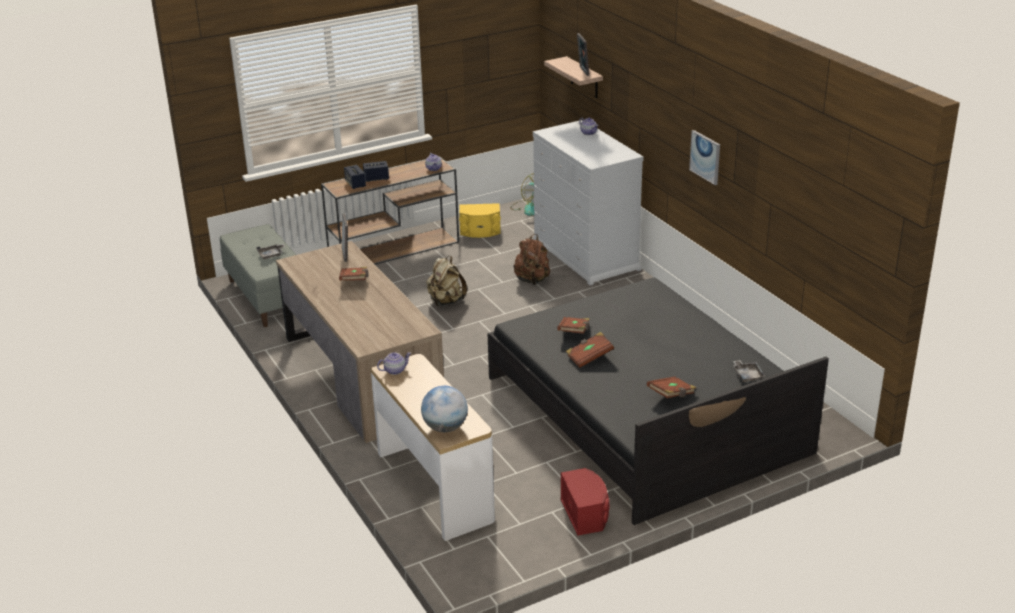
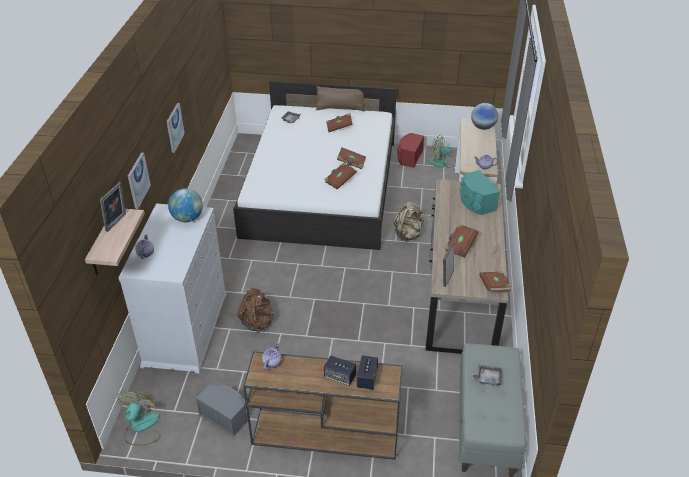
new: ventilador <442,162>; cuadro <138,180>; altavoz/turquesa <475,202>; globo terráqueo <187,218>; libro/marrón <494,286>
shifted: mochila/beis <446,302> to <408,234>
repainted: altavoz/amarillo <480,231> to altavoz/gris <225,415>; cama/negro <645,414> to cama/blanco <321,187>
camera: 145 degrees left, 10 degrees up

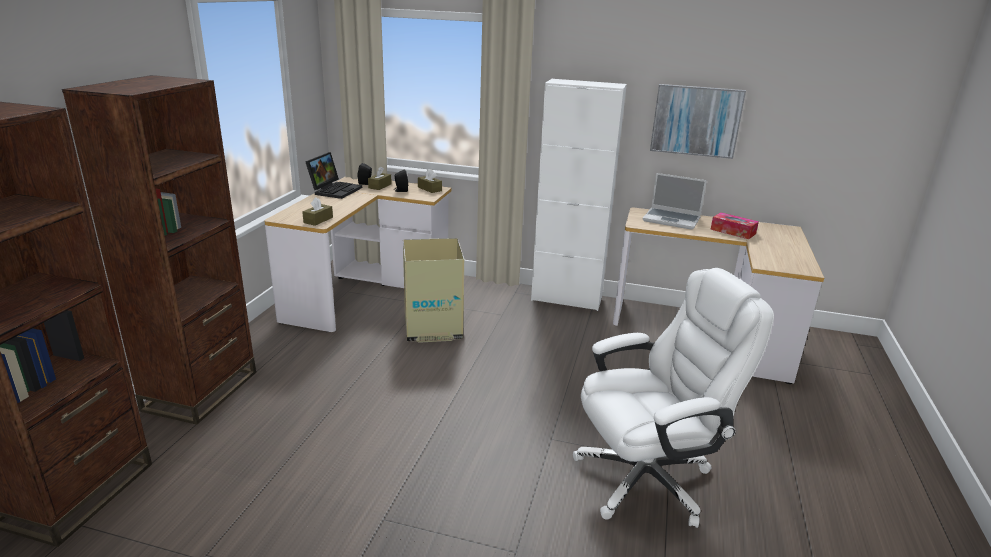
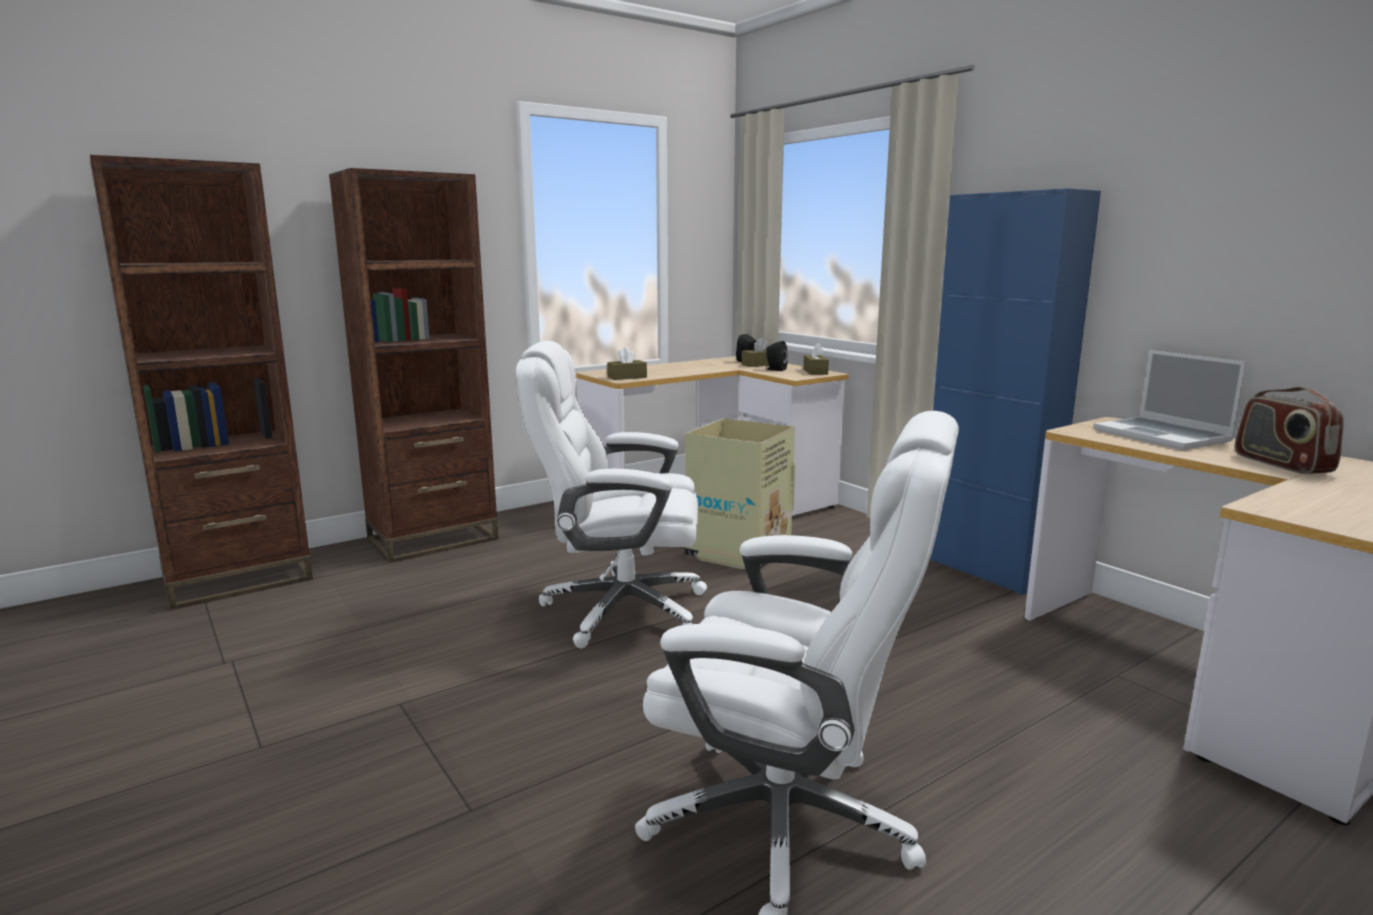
gone: cuadro <696,121>; portátil <335,190>
new: silla de oficina/blanco <620,609>
swapped: caja de pañuelos <733,231> to radio <1281,464>
repainted: armario/blanco <566,299> to armario/azul <984,569>
camera: 40 degrees right, 10 degrees down

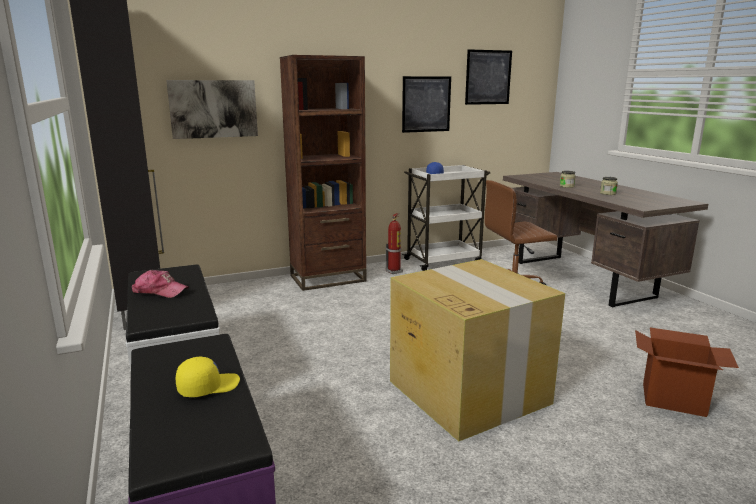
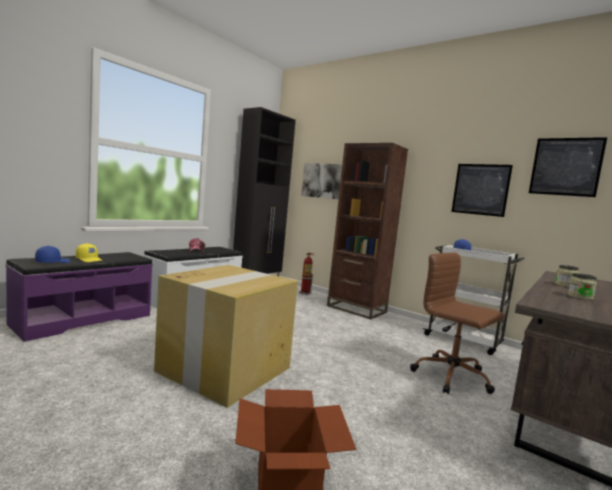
new: gorra/azul <52,262>
shifted: extintor <394,271> to <305,293>
camera: 60 degrees right, 10 degrees down

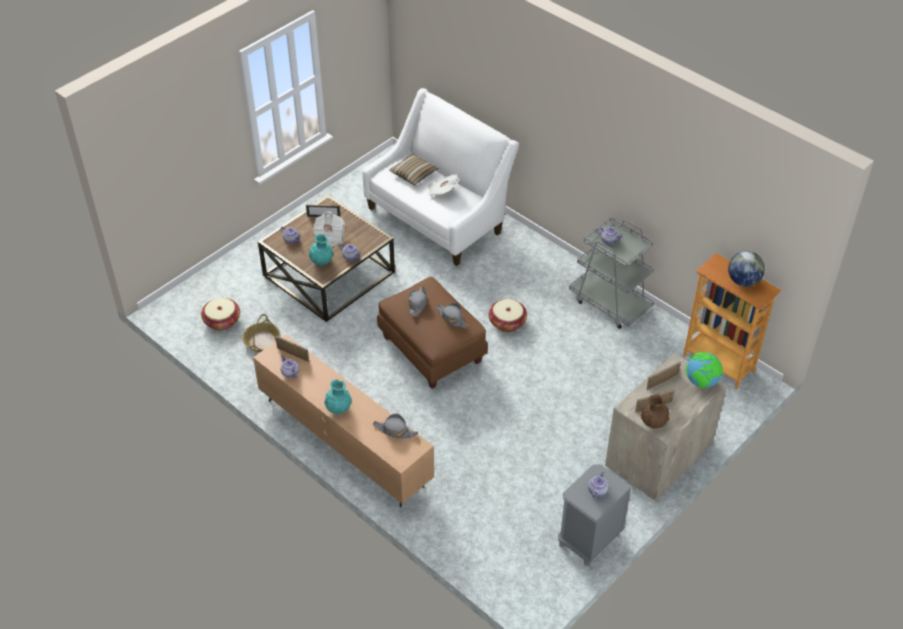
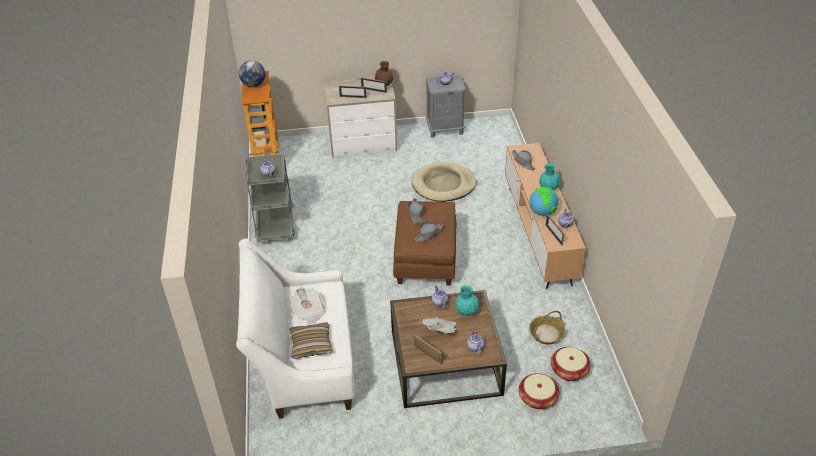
new: cama para perro/beis <443,184>
shifted: cesta <507,322> to <537,398>; globo terráqueo <701,382> to <542,212>
camera: 140 degrees left, 5 degrees down

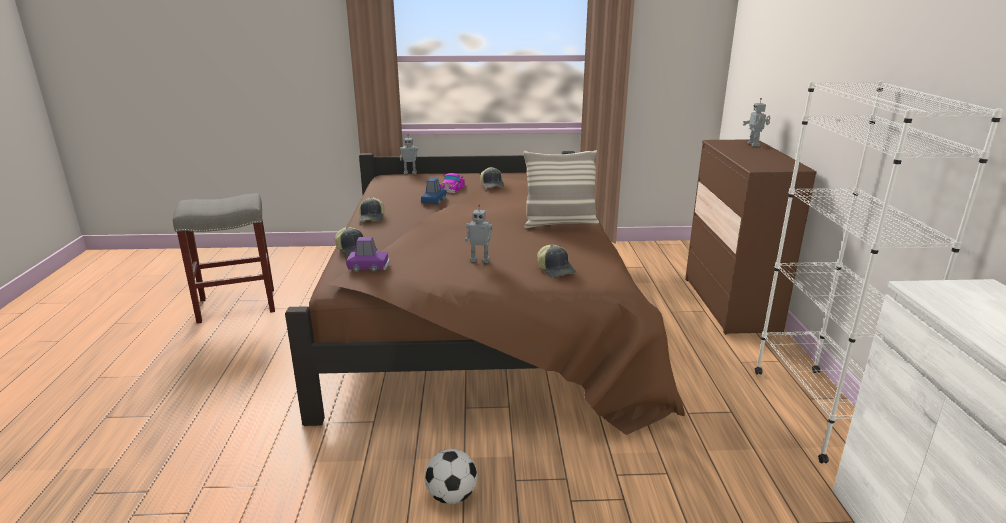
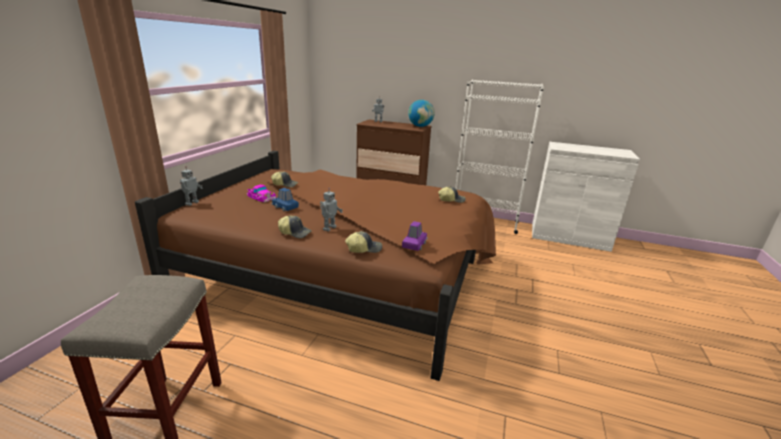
gone: cojín <559,223>; balón de fútbol <451,496>
new: globo terráqueo <420,126>
shifted: robot de juguete <480,260> to <329,228>
camera: 70 degrees left, 0 degrees up

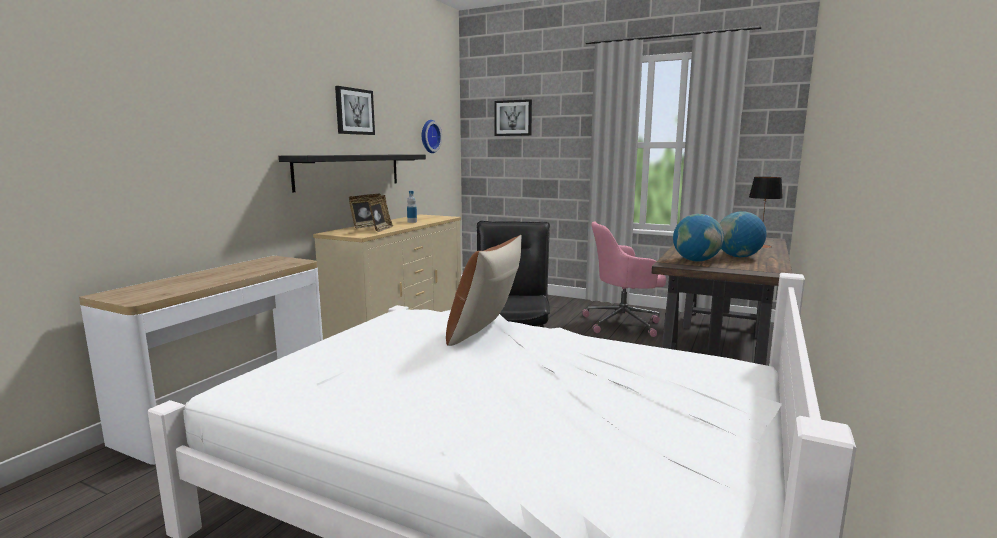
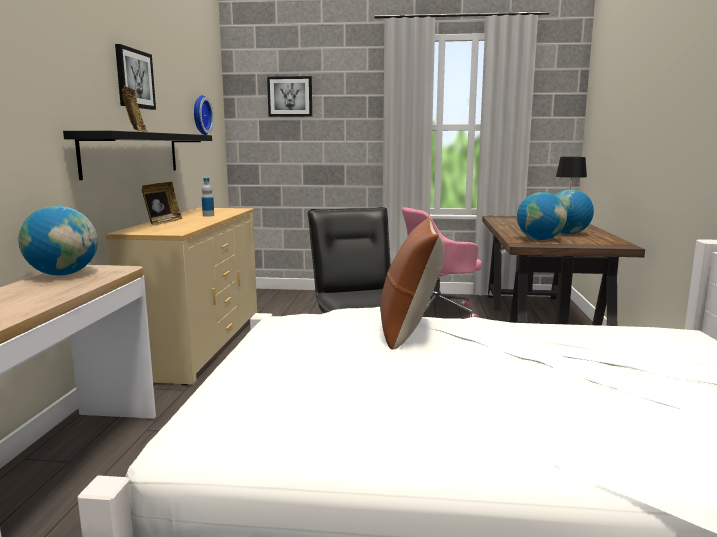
new: globo terráqueo <63,274>
shifted: portarretratos <381,229> to <136,132>
camera: 20 degrees left, 0 degrees up

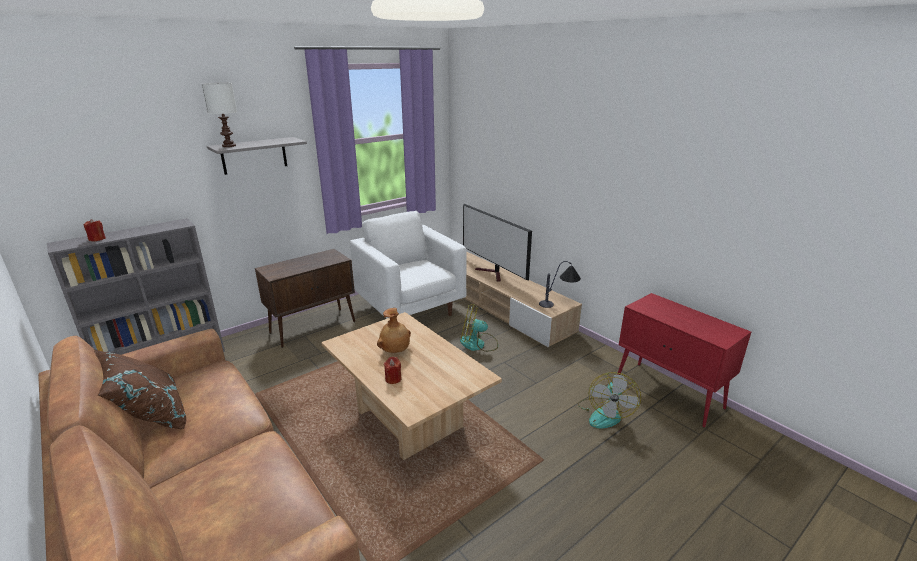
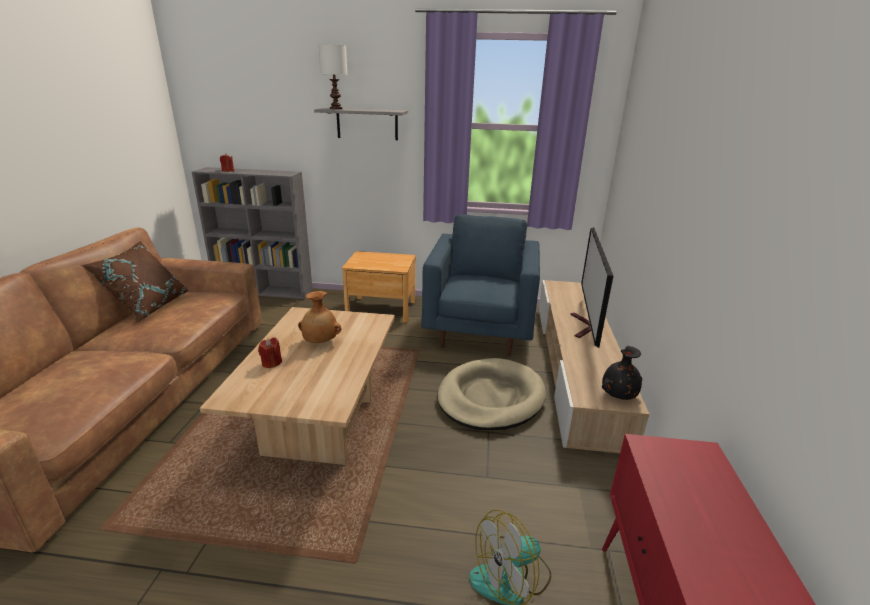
swapped: armario/marrón <314,327> to mesita de noche/marrón <381,309>; lámpara de mesa <559,302> to florero/negro <618,395>; ventilador <478,344> to cama para perro/beis <490,398>
repainted: sillón/blanco <411,309> to sillón/azul <479,331>
camera: 45 degrees right, 0 degrees up

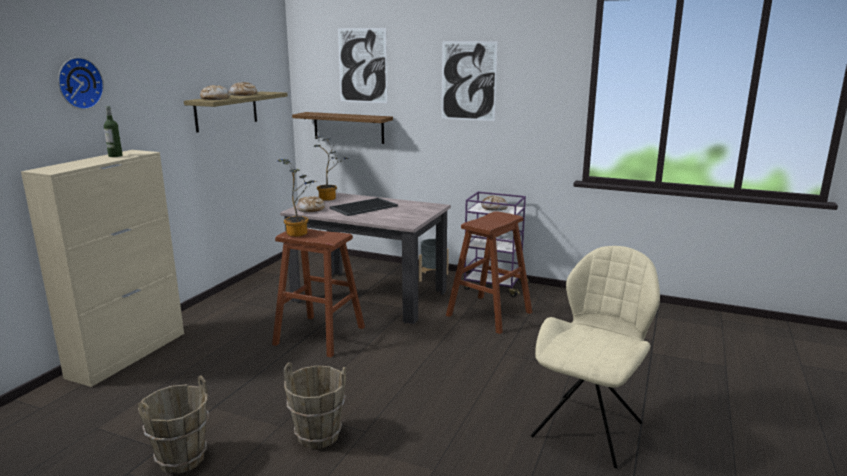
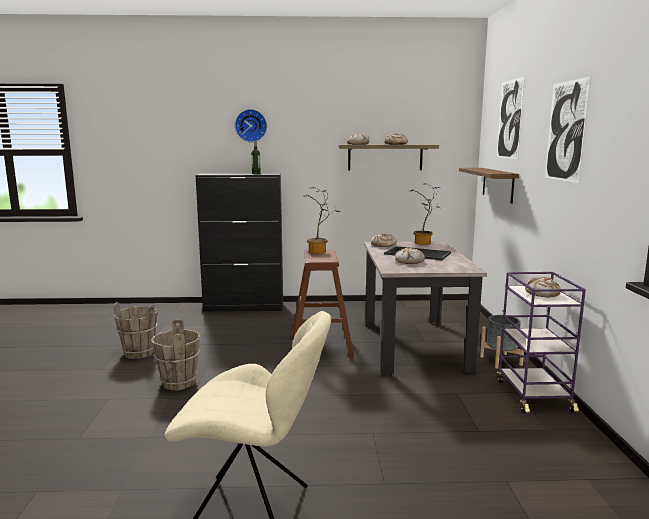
gone: taburete/marrón <489,314>
new: pan <409,261>
repainted: armario/beis <129,354> to armario/negro <244,307>
camera: 65 degrees right, 5 degrees down

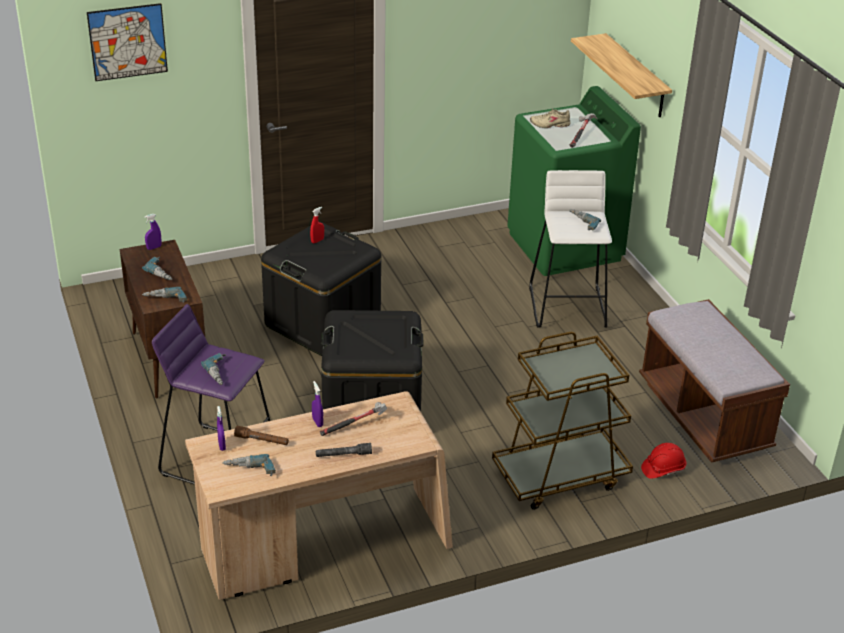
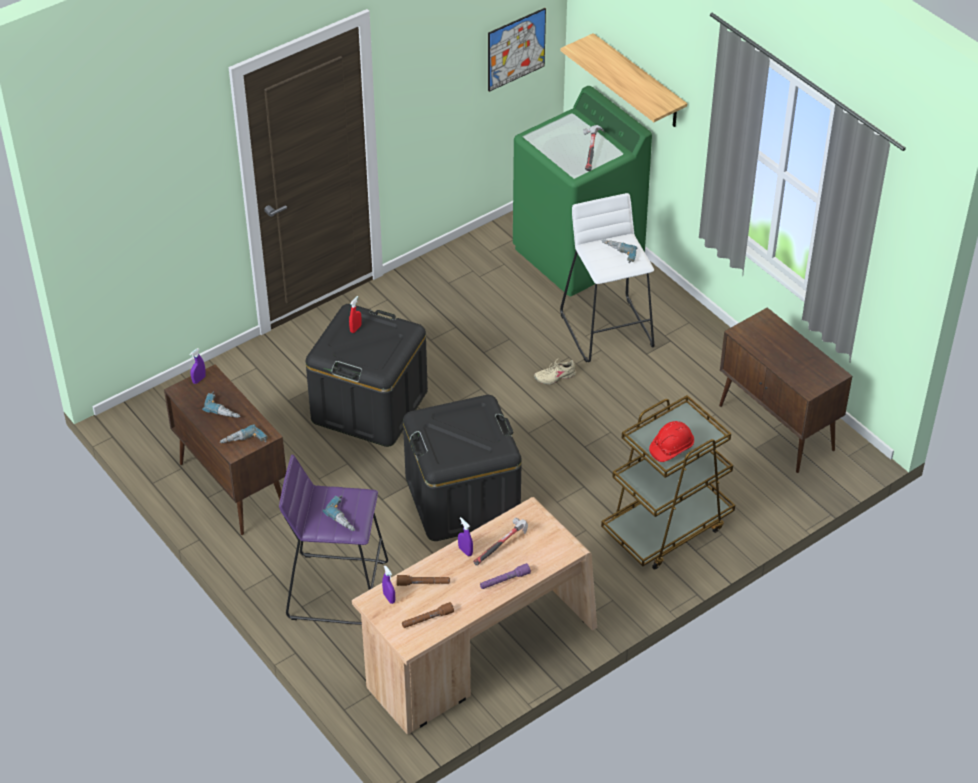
shifted: cuadro <127,42> to <516,49>; zapato/beis <550,124> to <555,377>; casco/rojo <663,469> to <671,448>
swapped: banco/marrón <703,415> to armario/marrón <777,428>; taladro <249,471> to linterna/marrón <427,619>
repainted: linterna/gris <343,455> to linterna/morado <504,580>
camera: 15 degrees left, 10 degrees up

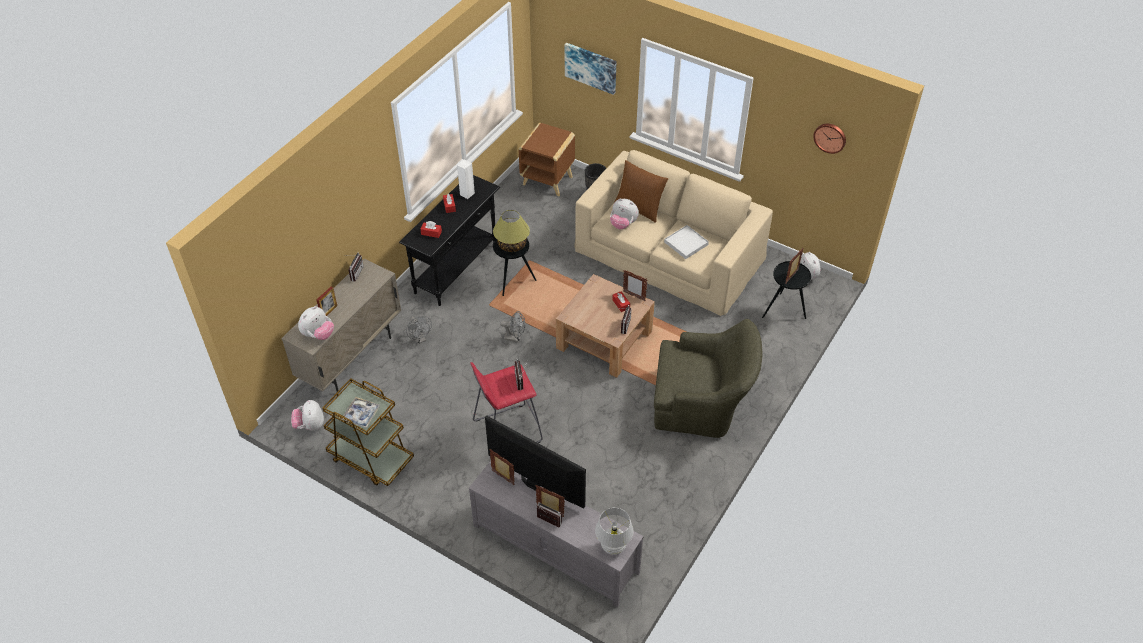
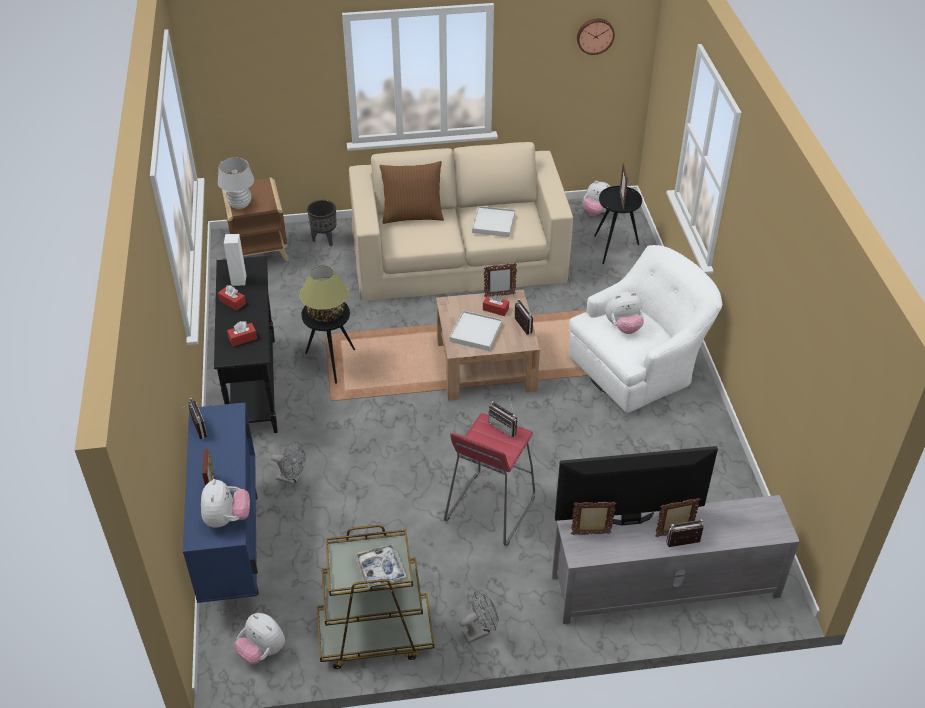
gone: cuadro <591,67>
new: bandeja/blanco <475,332>
shifted: peluche <623,224> to <623,327>; ventilador/gris <515,338> to <479,631>; lámpara de mesa/blanco <613,547> to <240,205>
repainted: armario/beis <352,358> to armario/azul <232,546>; sillón/verde <702,404> to sillón/blanco <639,366>
camera: 40 degrees left, 5 degrees down

